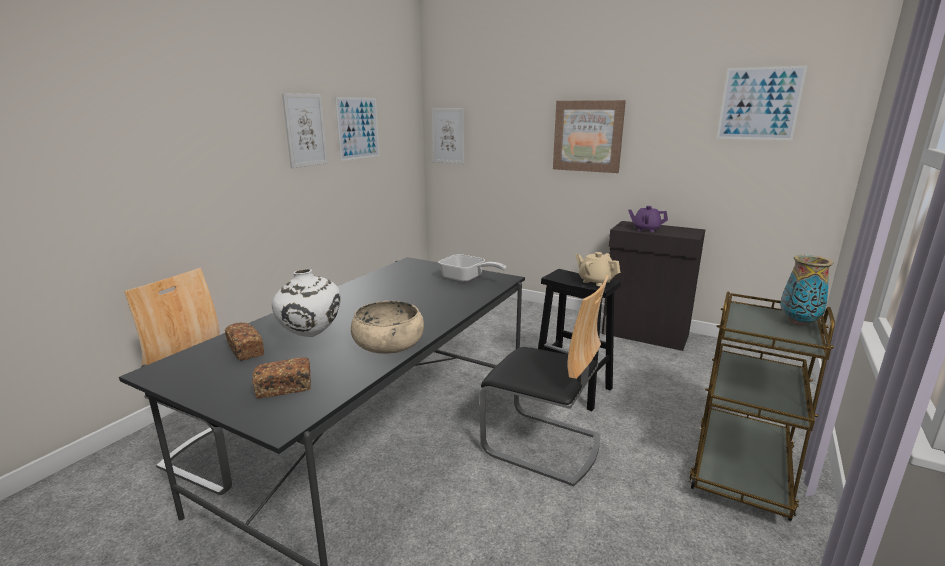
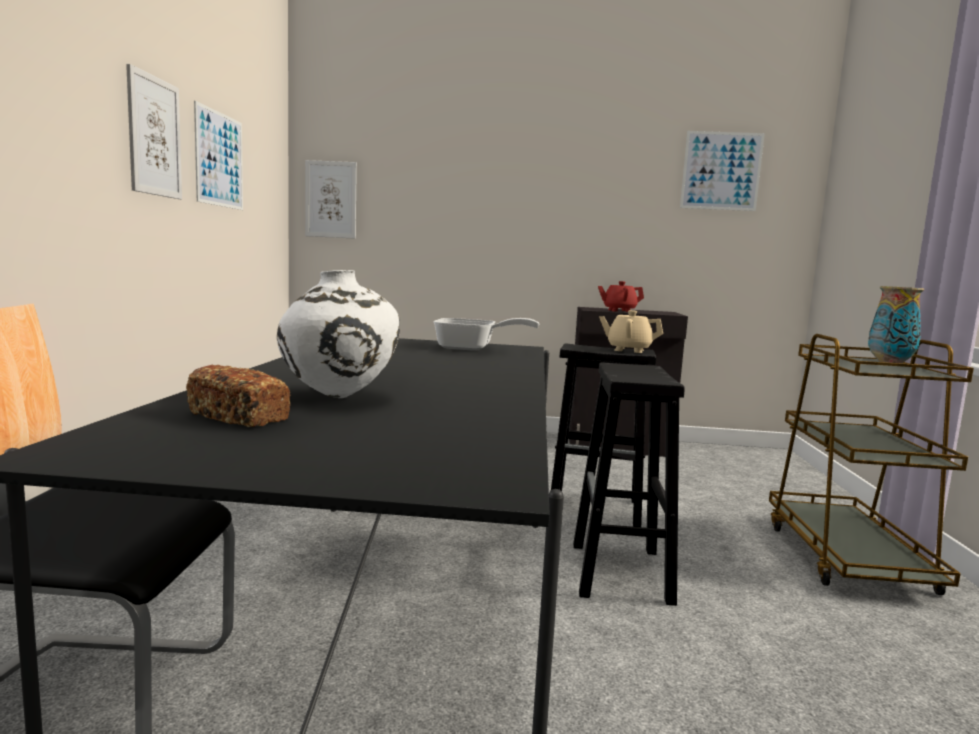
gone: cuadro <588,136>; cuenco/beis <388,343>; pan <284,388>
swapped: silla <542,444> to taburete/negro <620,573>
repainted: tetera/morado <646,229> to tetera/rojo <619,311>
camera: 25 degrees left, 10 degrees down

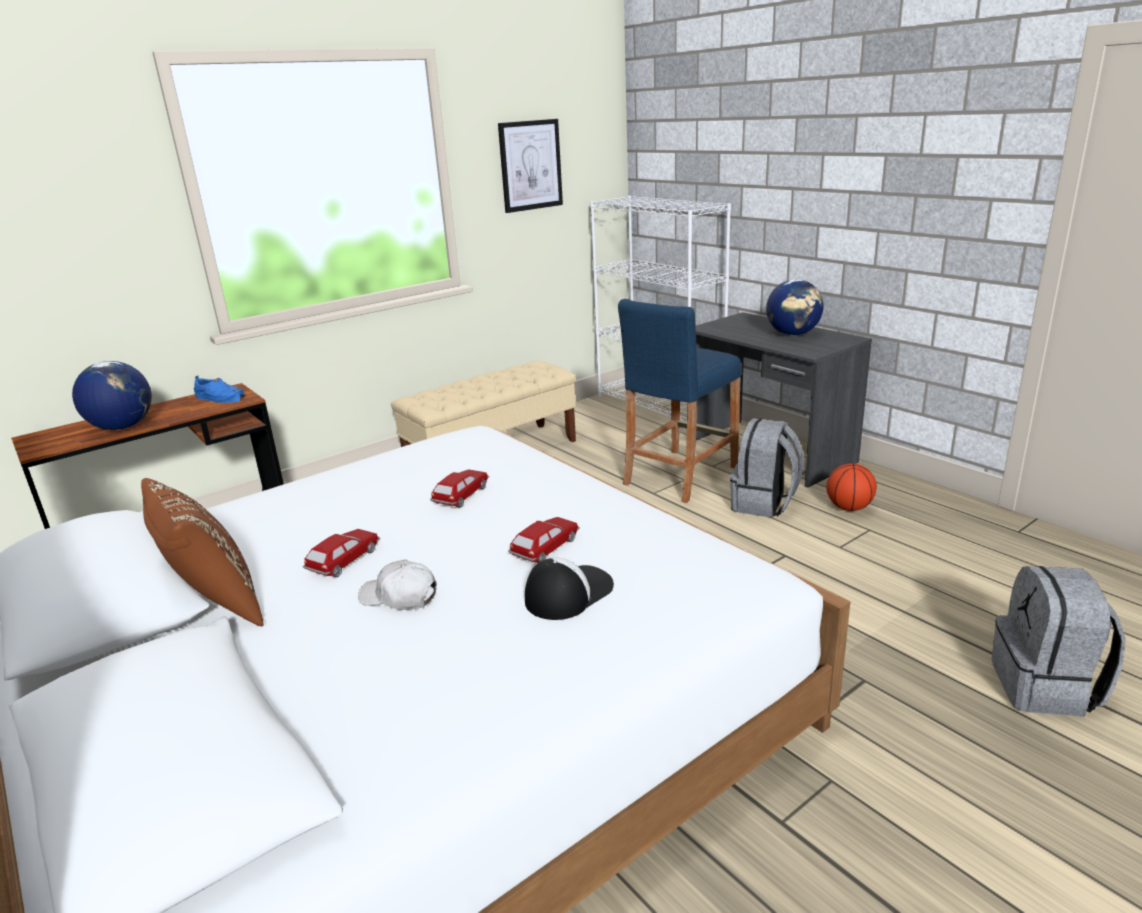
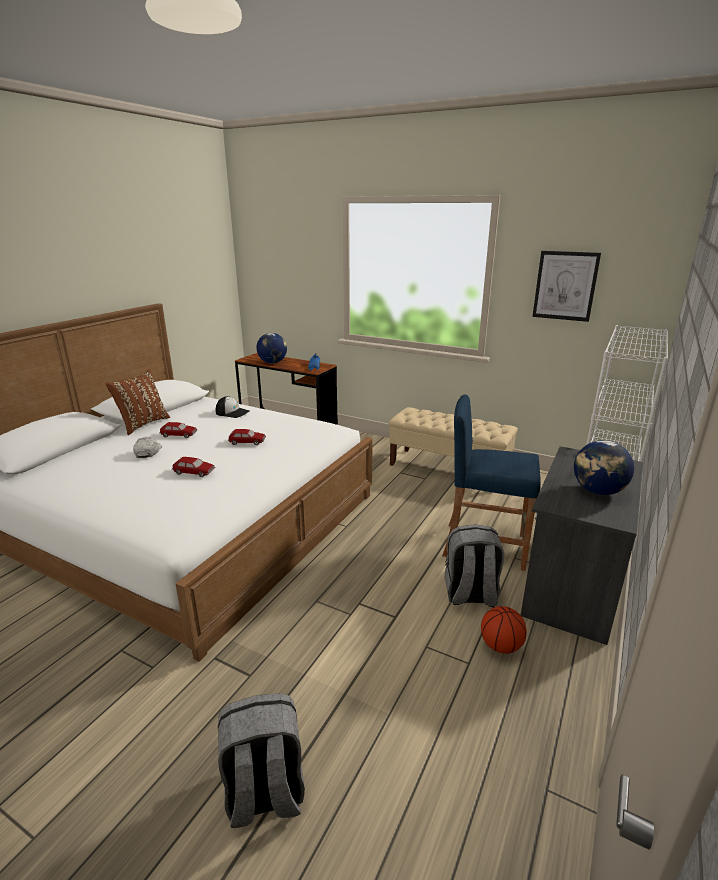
shifted: gorra <568,593> to <232,412>
camera: 65 degrees right, 0 degrees up

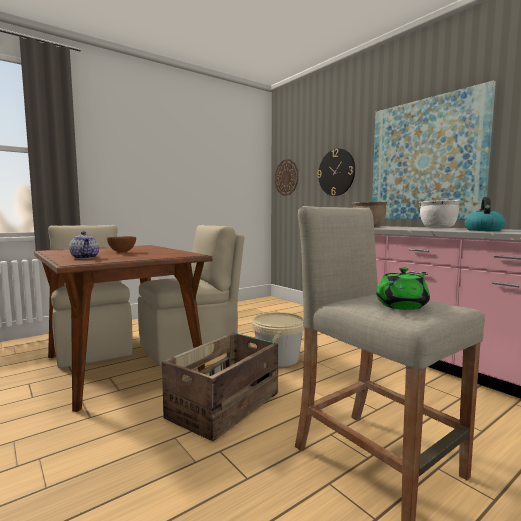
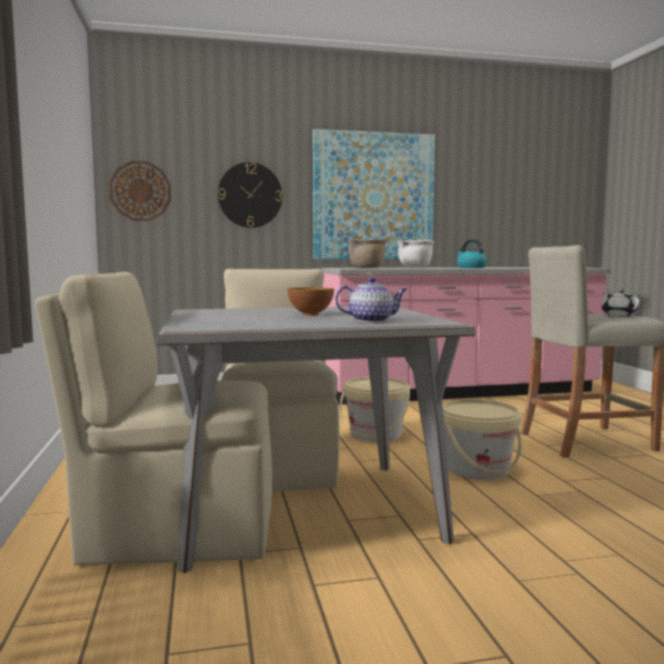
swapped: caja de embalaje <226,405> to cubo/beis <478,468>
repainted: mesa de comedor/marrón <123,365> to mesa de comedor/gris <305,509>; tetera/verde <402,306> to tetera/blanco <619,315>
camera: 65 degrees left, 0 degrees up

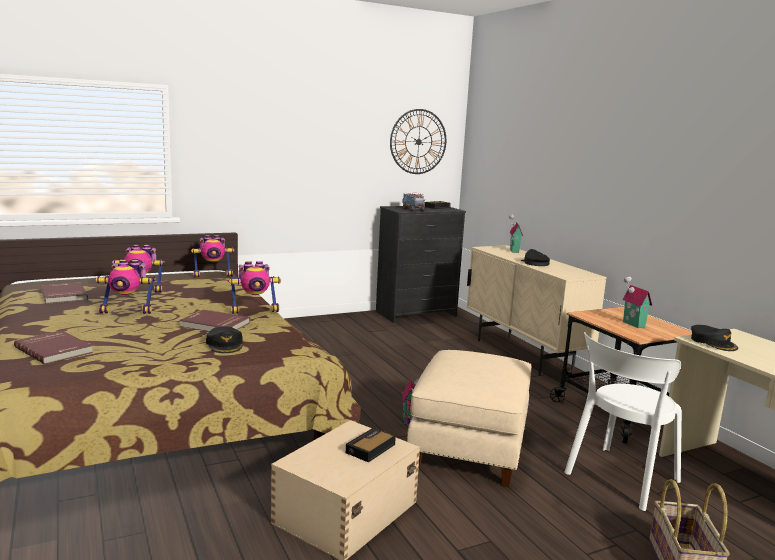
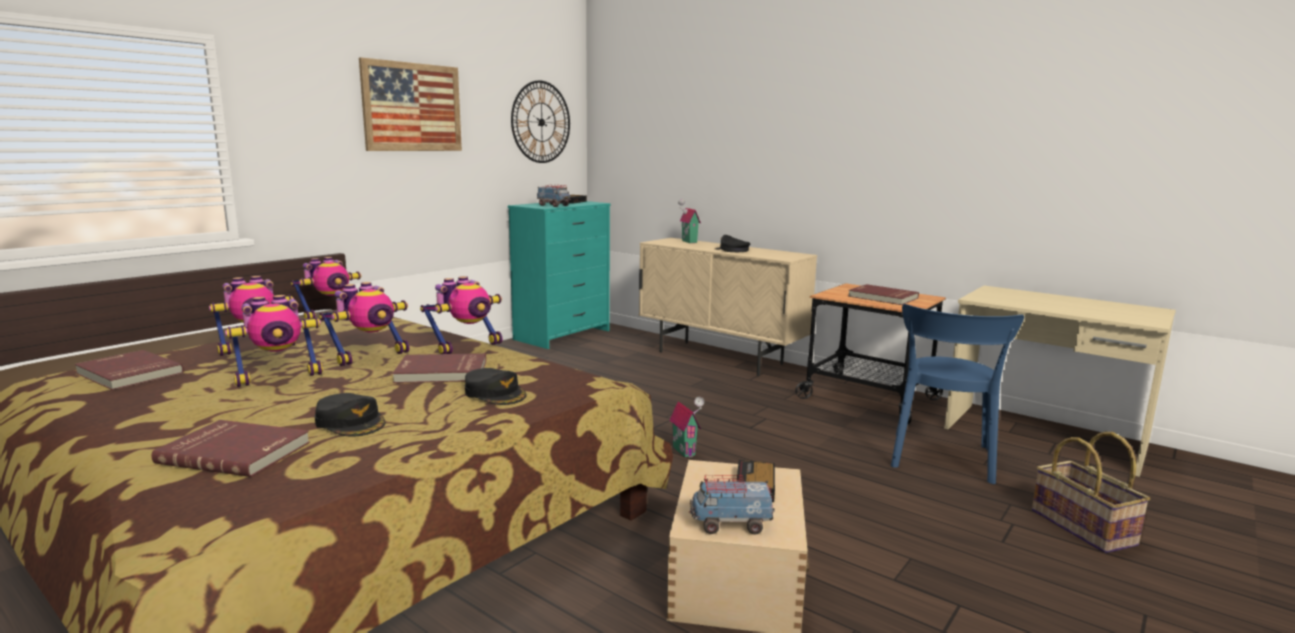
gone: puf/beis <470,448>
new: cuadro <412,107>; robot de juguete <370,356>; camión de juguete <730,524>
shifted: gorra/negro <713,343> to <351,422>
swapped: casita <632,324> to libro/rojo <882,297>
repainted: cómoda/negro <416,314> to cómoda/turquesa <562,335>; silla/blanco <619,479> to silla/azul <941,459>
camera: 25 degrees left, 0 degrees up

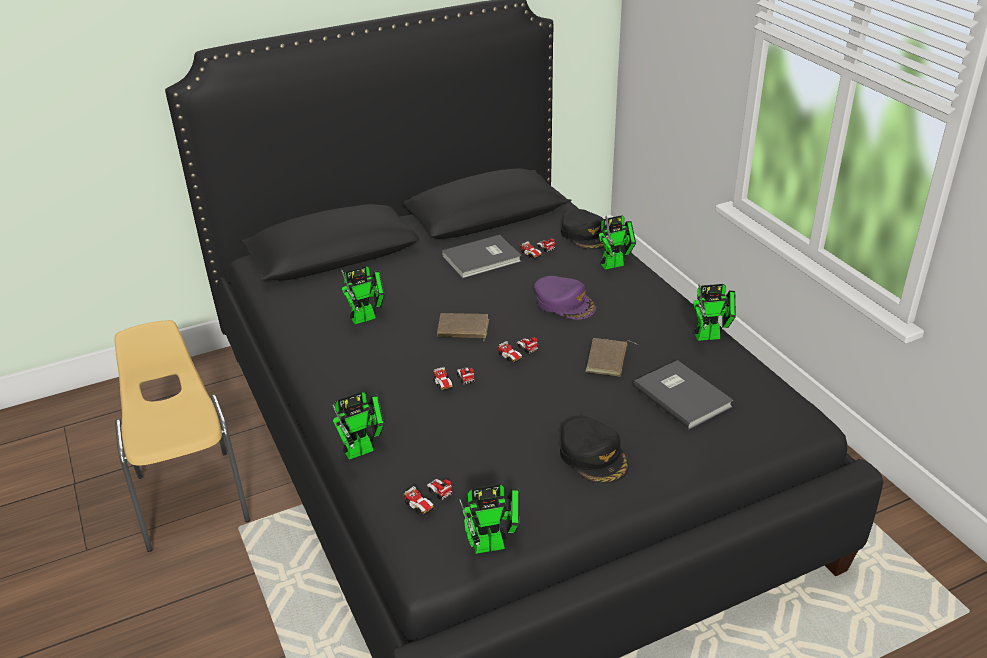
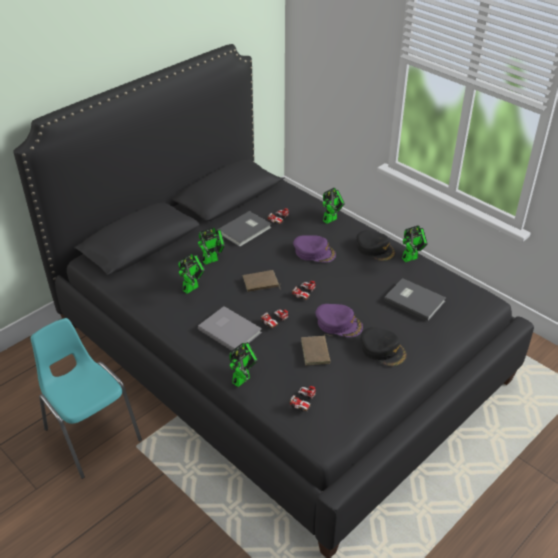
new: gorra/morado <339,323>; libro/gris <230,330>
shifted: gorra/negro <585,235> to <375,249>; libro/marrón <608,360> to <316,352>; robot de juguete <494,545> to <212,259>
repainted: silla/amarillo <191,498> to silla/turquesa <91,434>
camera: 20 degrees left, 5 degrees up

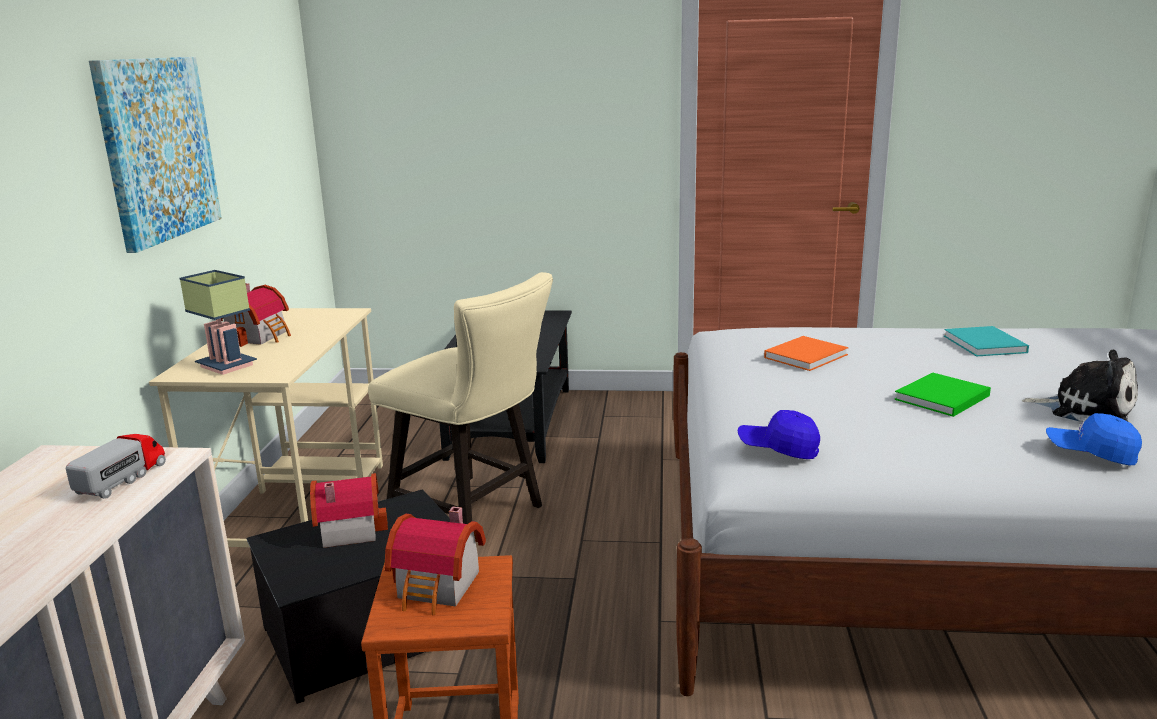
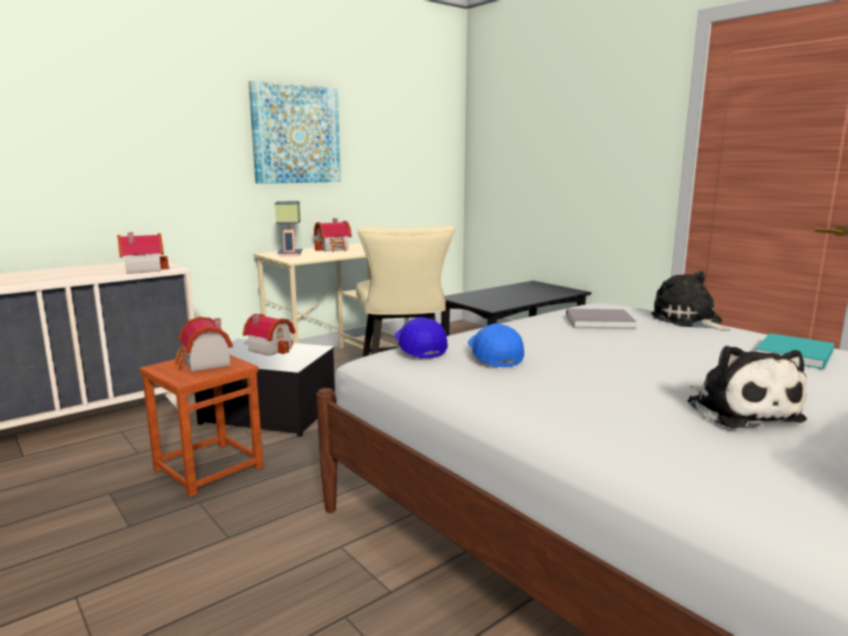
gone: libro/verde <940,398>
new: peluche <688,321>
shifted: gorra/azul <1090,453> to <494,357>
swapped: camión de juguete <123,478> to casita <142,269>
repainted: libro/naranja <807,355> to libro/gris <601,321>
camera: 45 degrees right, 5 degrees down

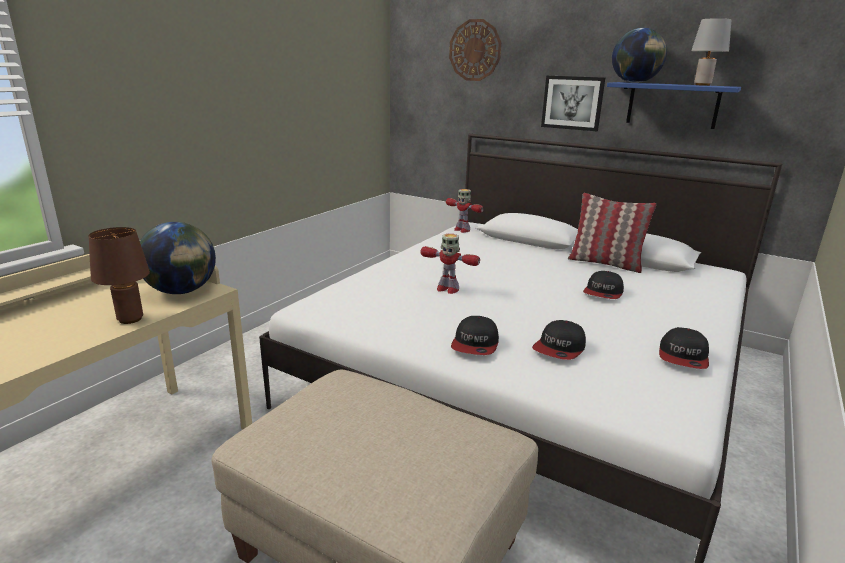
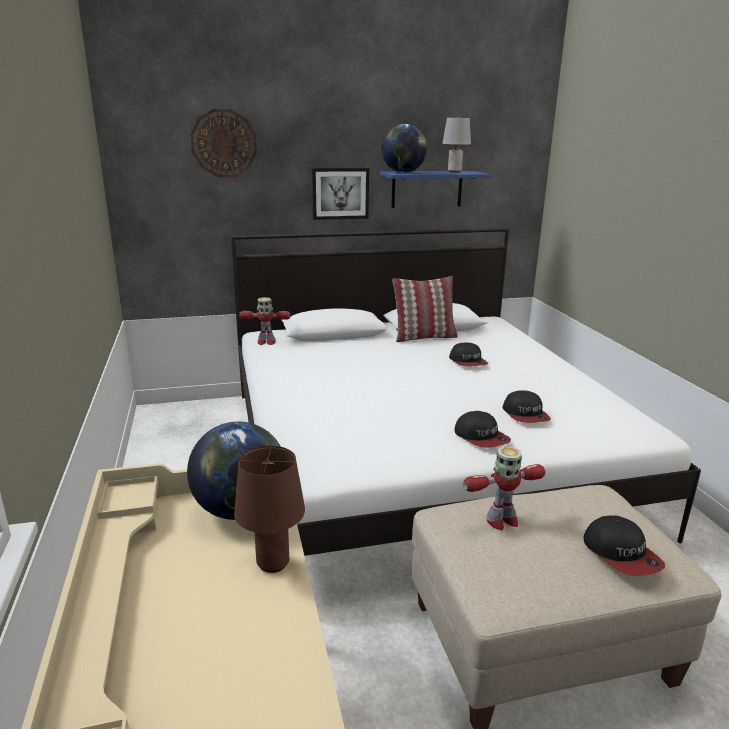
shifted: robot de juguete <447,289> to <501,521>; gorra <683,357> to <621,554>
camera: 45 degrees left, 0 degrees up

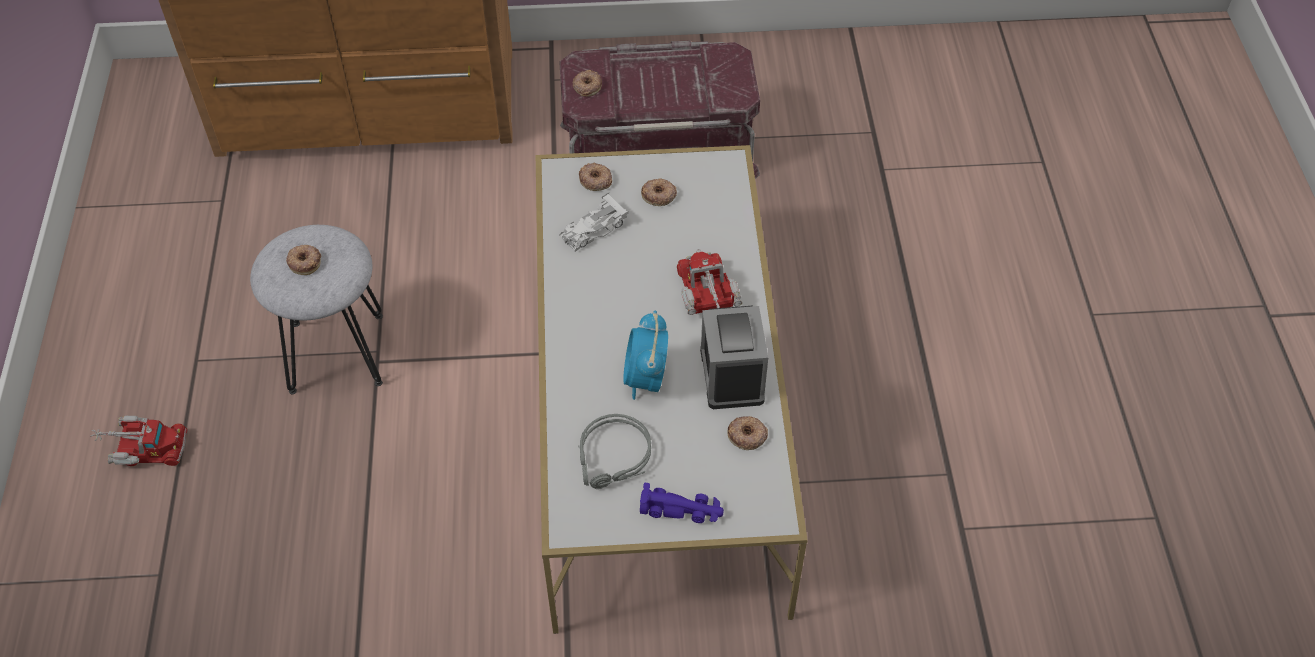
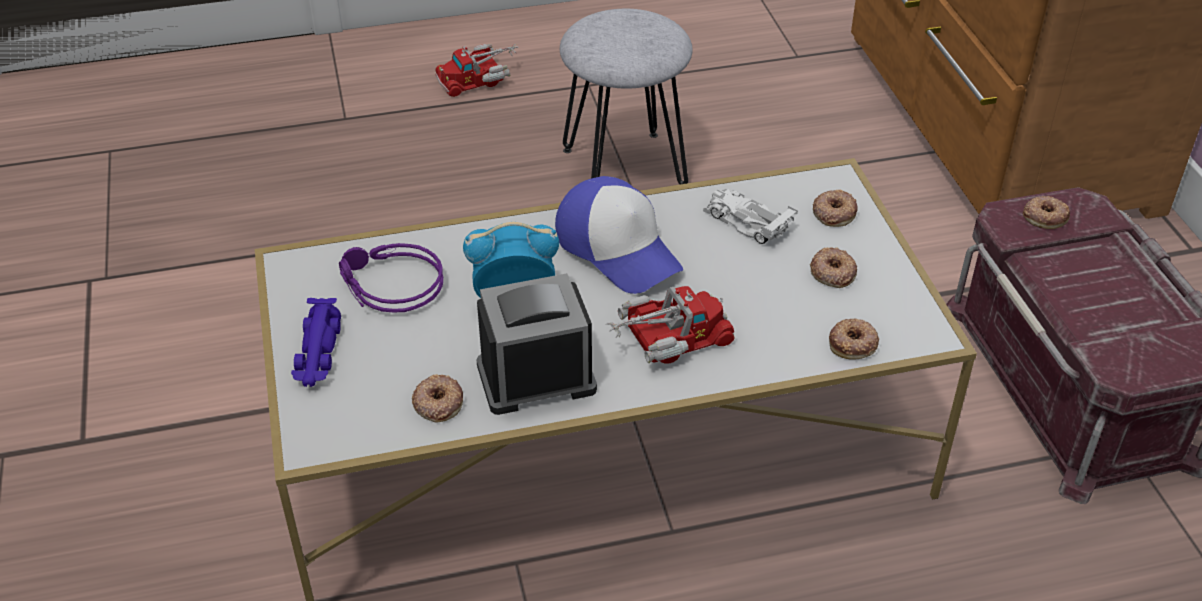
new: gorra <618,248>
shifted: rosquilla <304,262> to <853,343>
repainted: auriculares/gris <613,459> to auriculares/morado <389,286>
rotated: camión de juguete <143,448> = <479,78> 75 degrees clockwise
camera: 80 degrees right, 10 degrees down

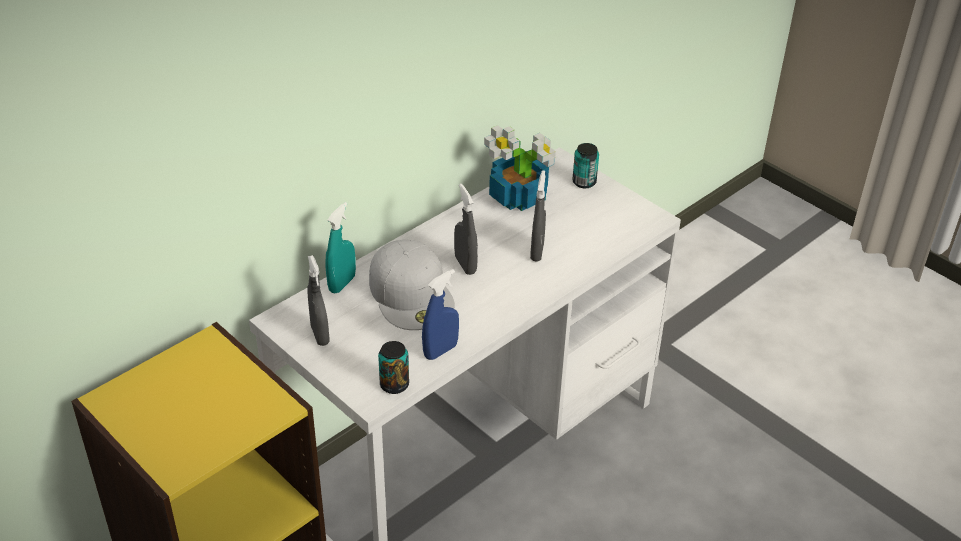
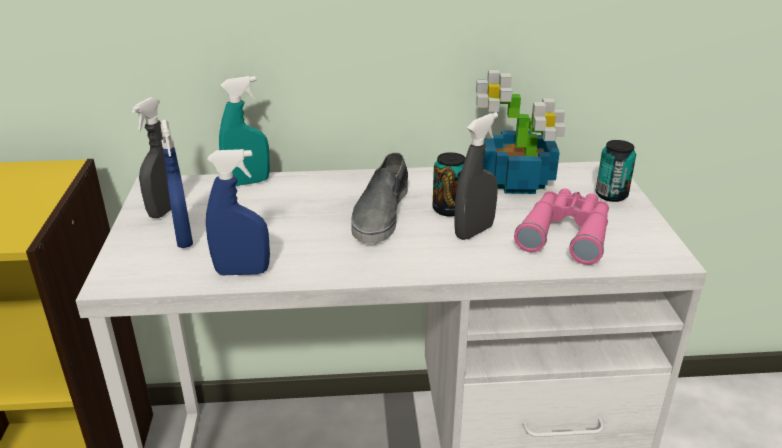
gone: gorra/blanco <412,294>
new: pulverizador/azul <184,238>; prismáticos/rosa <566,233>
shifted: lata <394,385> to <449,209>
swapped: pulverizador/gris <465,265> to zapato/gris <380,213>
camera: 40 degrees right, 10 degrees down

